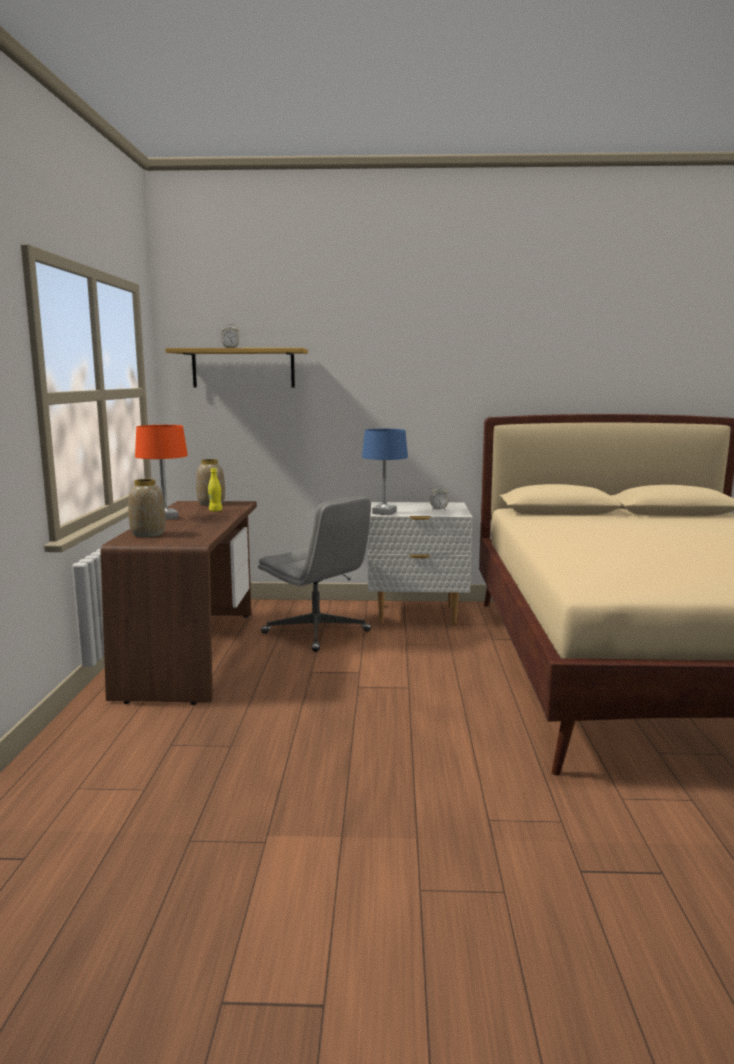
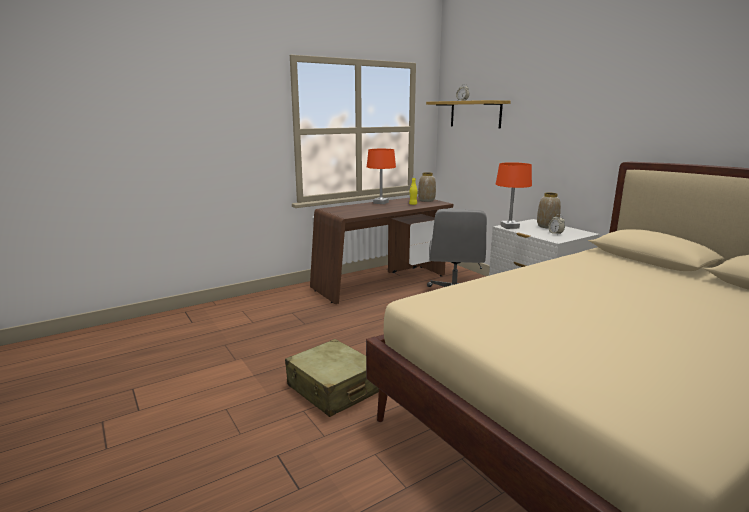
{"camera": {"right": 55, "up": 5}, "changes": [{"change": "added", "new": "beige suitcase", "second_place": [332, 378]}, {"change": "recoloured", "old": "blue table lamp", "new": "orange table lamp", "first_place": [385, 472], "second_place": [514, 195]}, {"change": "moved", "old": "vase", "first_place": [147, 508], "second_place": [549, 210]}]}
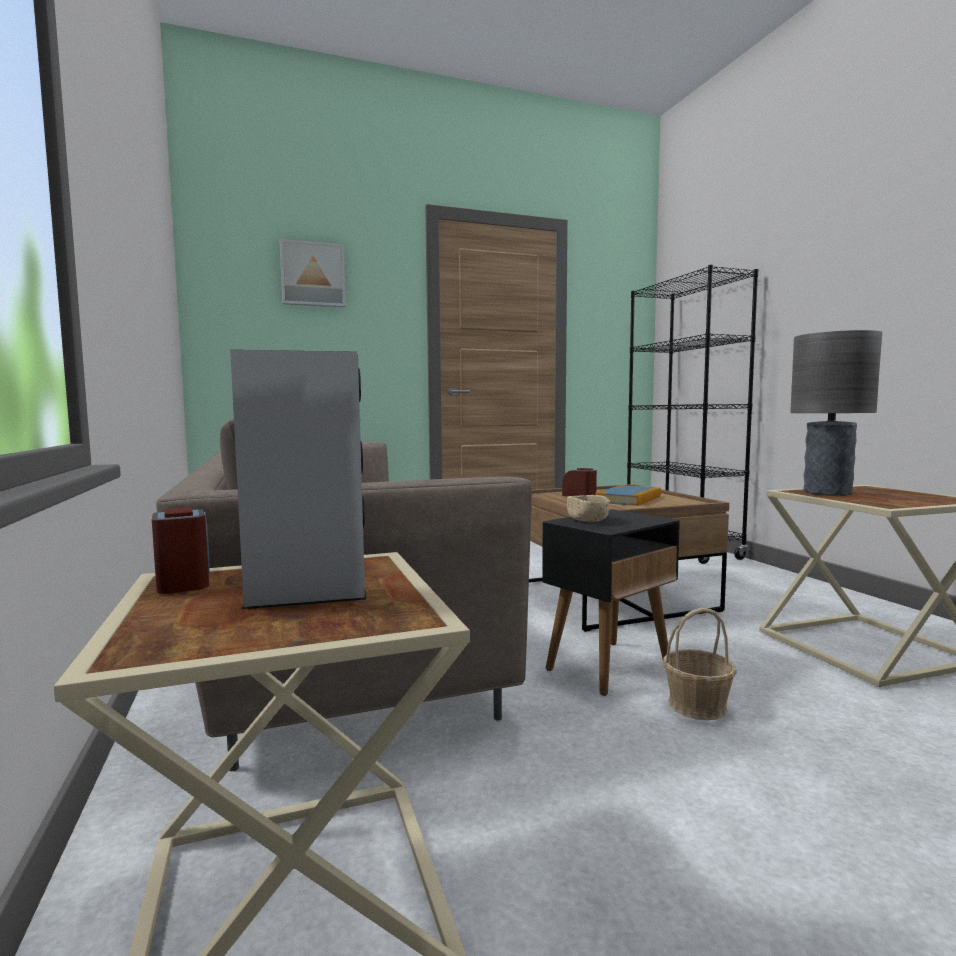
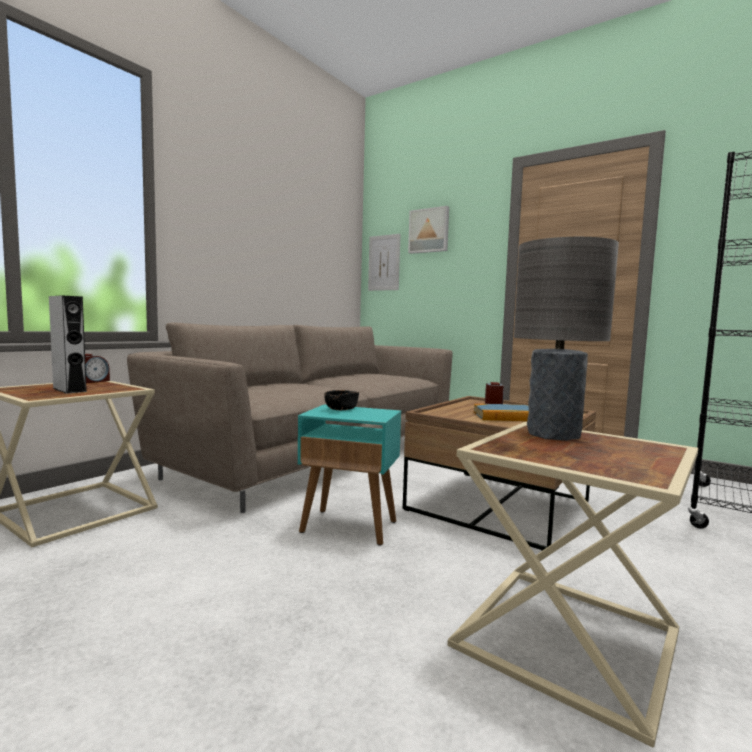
{"camera": {"right": 55, "up": 0}, "changes": [{"change": "recoloured", "old": "black side table", "new": "turquoise side table", "first_place": [611, 602], "second_place": [349, 475]}, {"change": "recoloured", "old": "beige bowl", "new": "black bowl", "first_place": [588, 508], "second_place": [341, 400]}, {"change": "added", "new": "picture", "second_place": [384, 262]}, {"change": "removed", "old": "basket", "first_place": [700, 664]}]}
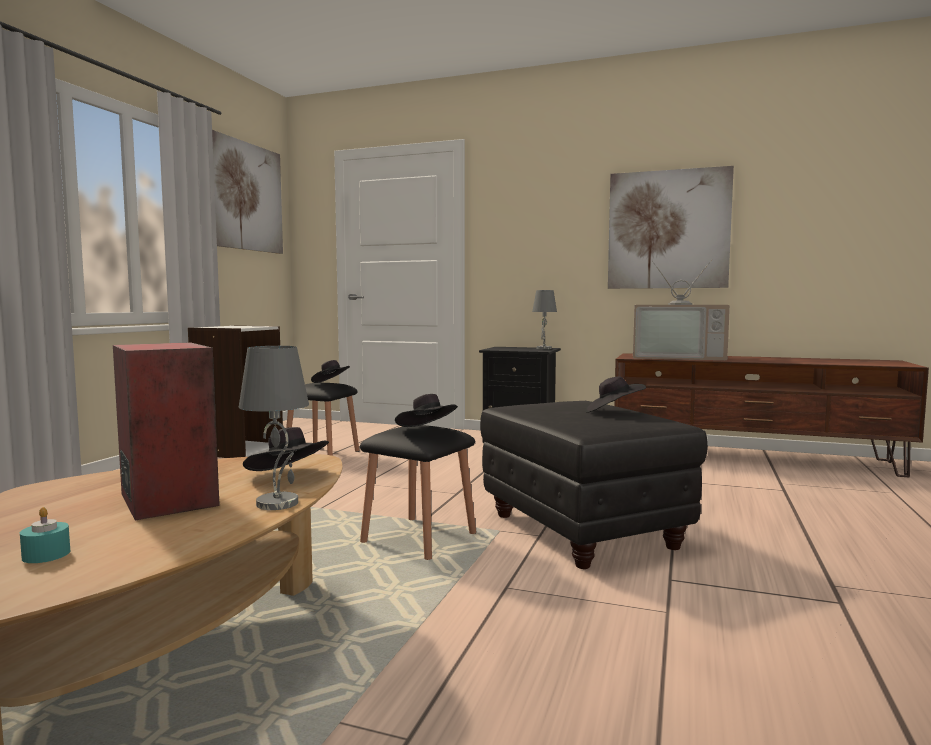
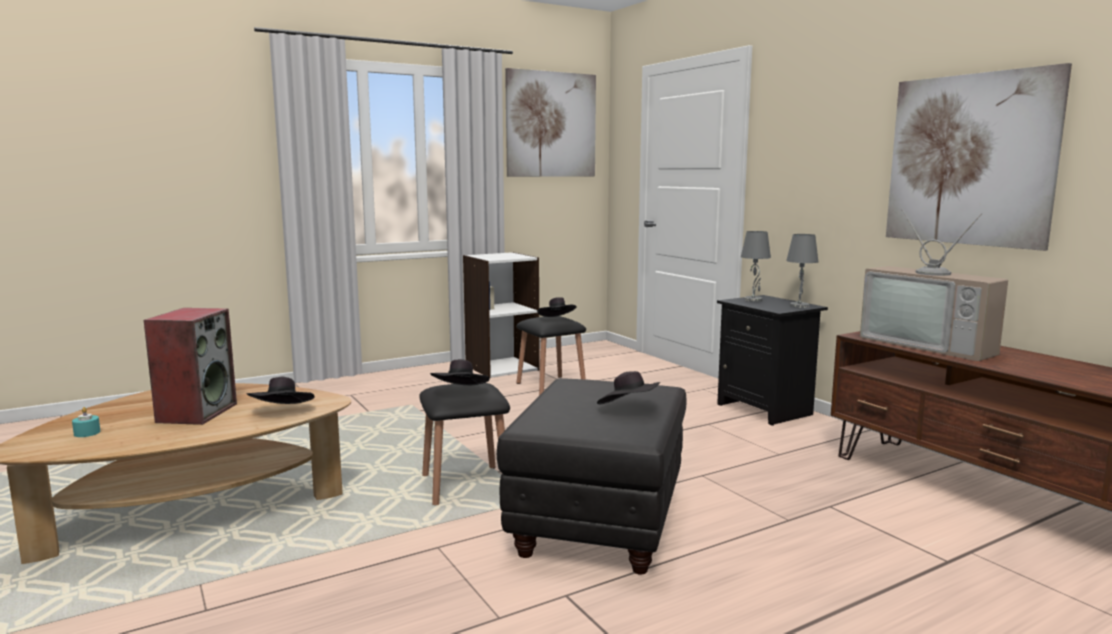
{"camera": {"right": 40, "up": 5}, "changes": [{"change": "moved", "old": "grey table lamp", "first_place": [274, 428], "second_place": [756, 266]}]}
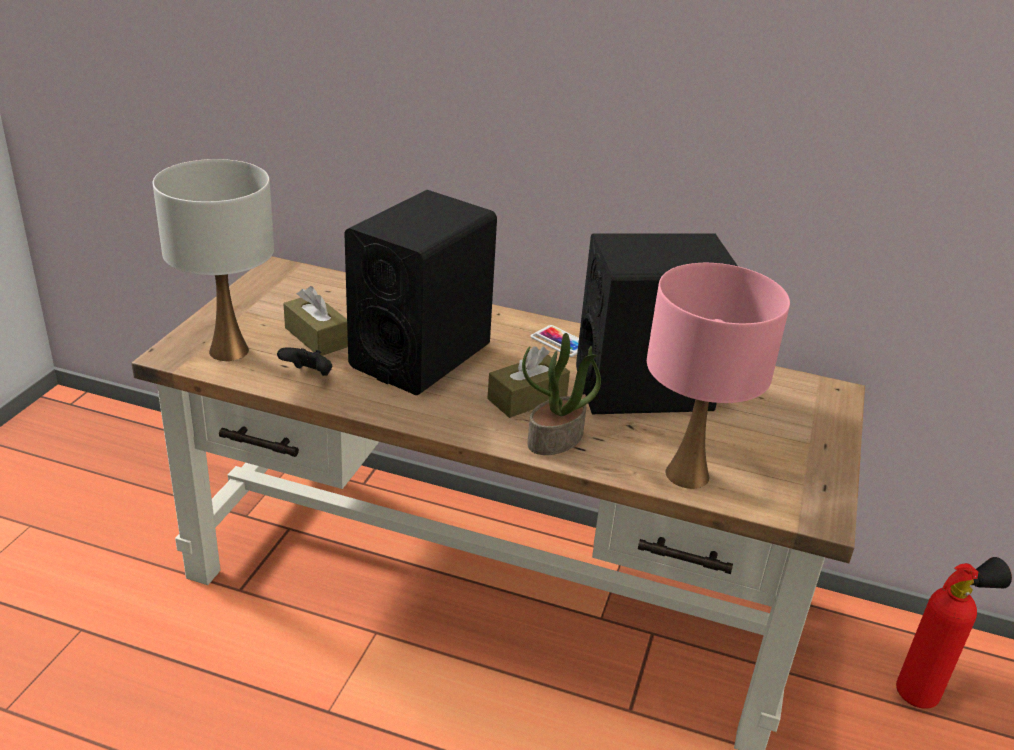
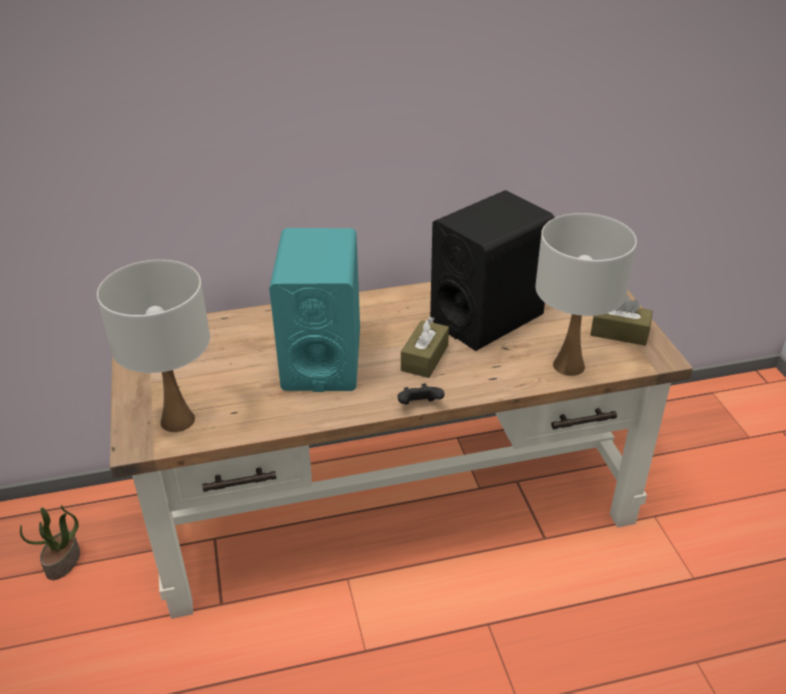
{"camera": {"right": -30, "up": 5}, "changes": [{"change": "moved", "old": "potted plant", "first_place": [561, 394], "second_place": [50, 542]}, {"change": "recoloured", "old": "black speaker", "new": "turquoise speaker", "first_place": [420, 292], "second_place": [314, 310]}, {"change": "moved", "old": "black game controller", "first_place": [304, 361], "second_place": [421, 394]}, {"change": "recoloured", "old": "pink table lamp", "new": "white table lamp", "first_place": [718, 376], "second_place": [586, 294]}, {"change": "moved", "old": "brown tissue box", "first_place": [315, 321], "second_place": [622, 320]}, {"change": "removed", "old": "phone", "first_place": [555, 341]}, {"change": "removed", "old": "fire extinguisher", "first_place": [954, 633]}]}
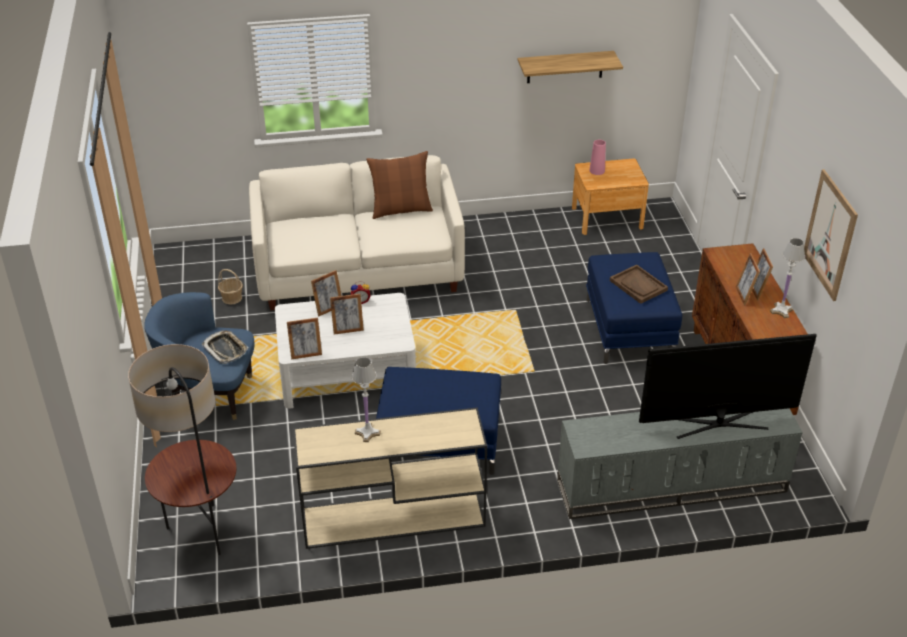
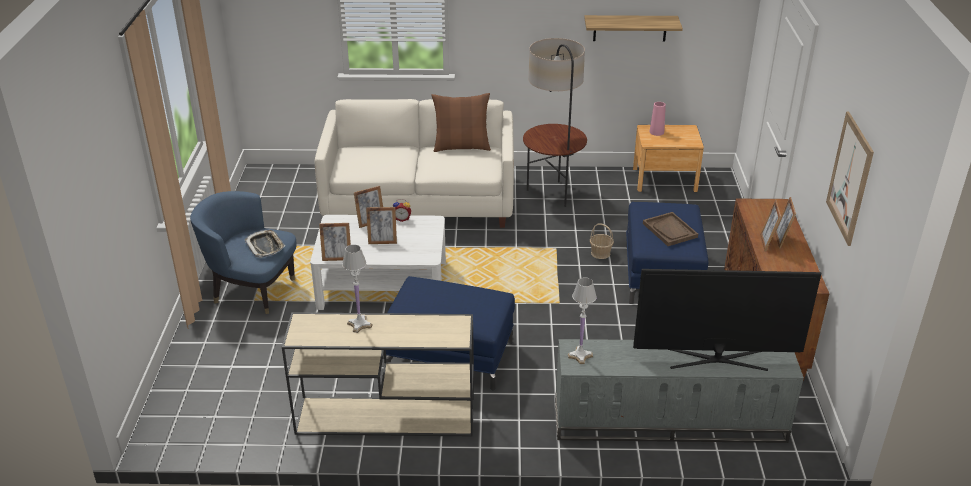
{"camera": {"right": 10, "up": -5}, "changes": [{"change": "moved", "old": "floor lamp", "first_place": [182, 449], "second_place": [555, 122]}, {"change": "moved", "old": "white table lamp", "first_place": [787, 278], "second_place": [582, 320]}, {"change": "moved", "old": "basket", "first_place": [230, 287], "second_place": [602, 241]}]}
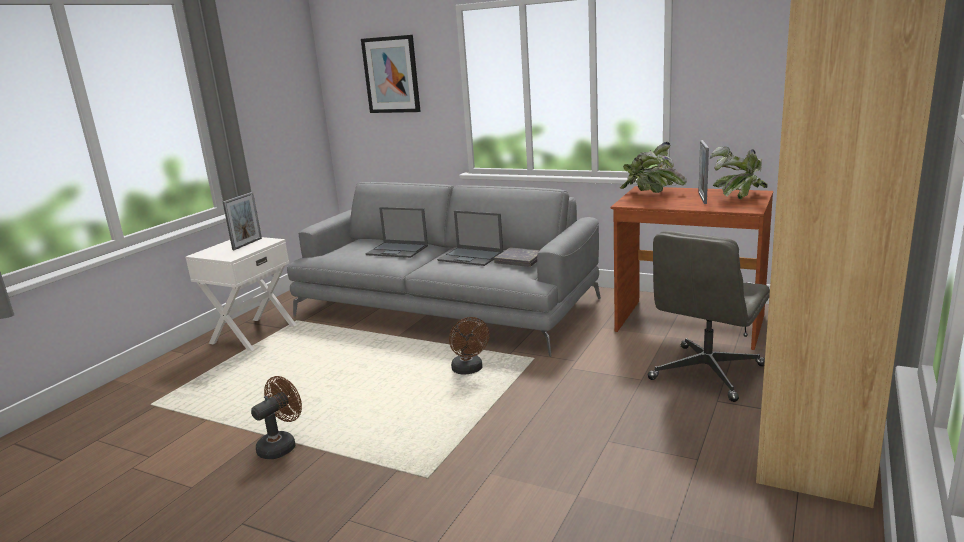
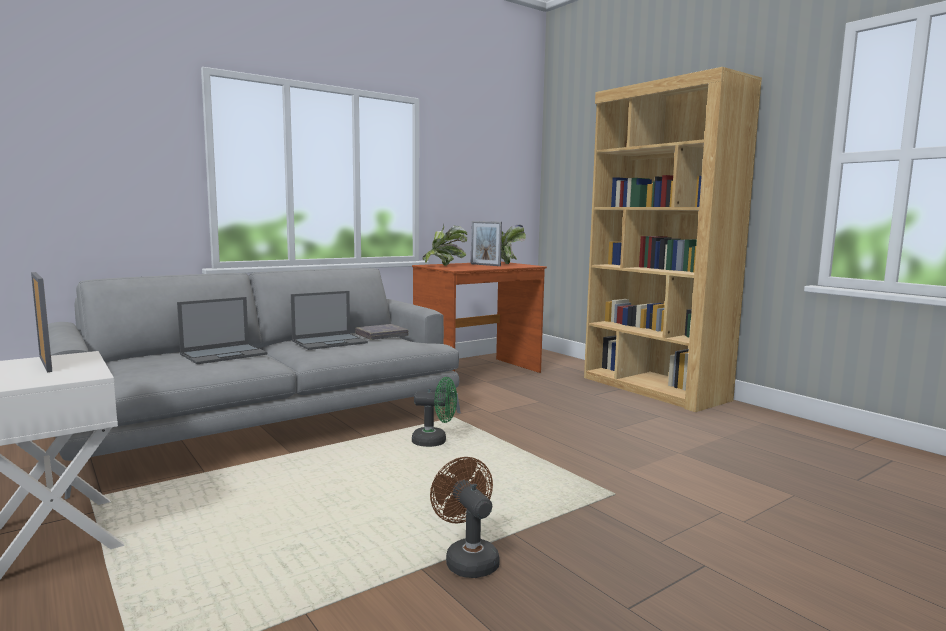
{"camera": {"right": -65, "up": -10}, "changes": [{"change": "recoloured", "old": "brown fan", "new": "green fan", "first_place": [469, 345], "second_place": [434, 412]}, {"change": "removed", "old": "picture", "first_place": [391, 74]}, {"change": "removed", "old": "grey office chair", "first_place": [708, 316]}]}
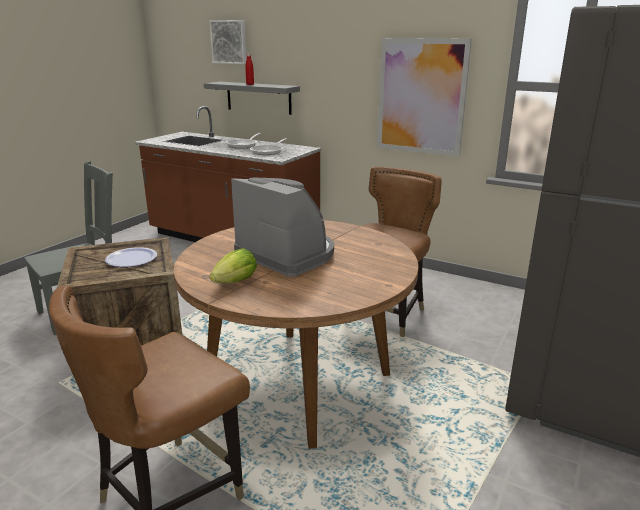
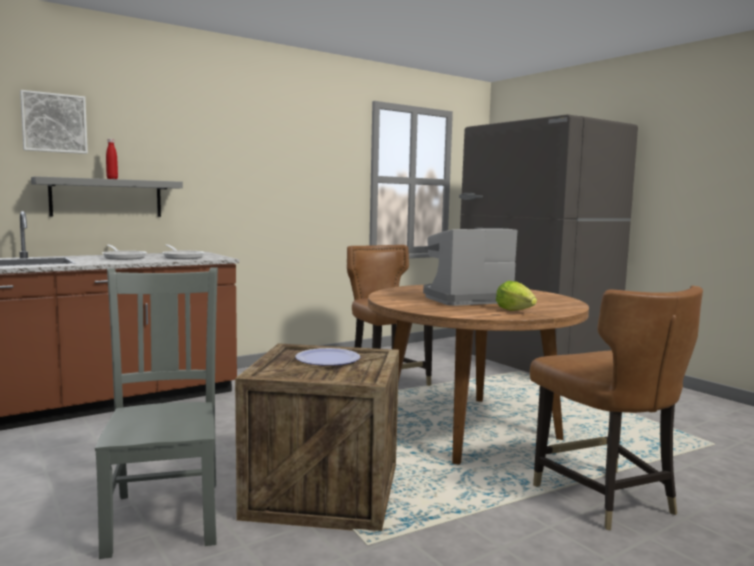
{"camera": {"right": -65, "up": -15}, "changes": [{"change": "removed", "old": "picture", "first_place": [424, 97]}]}
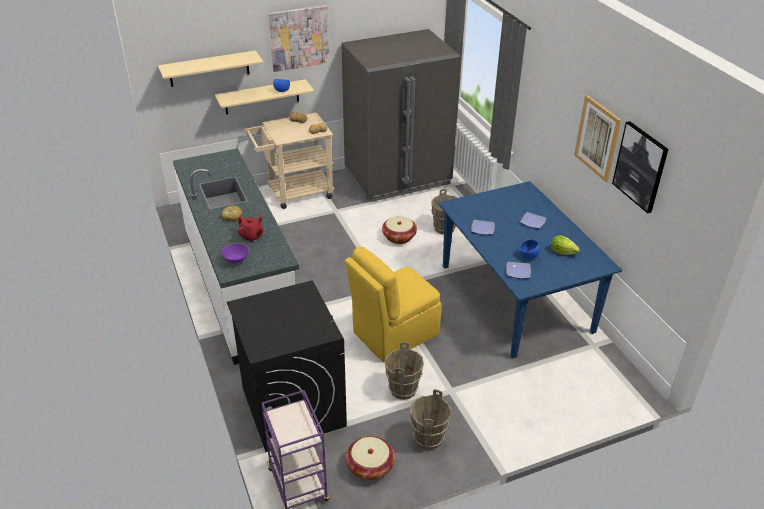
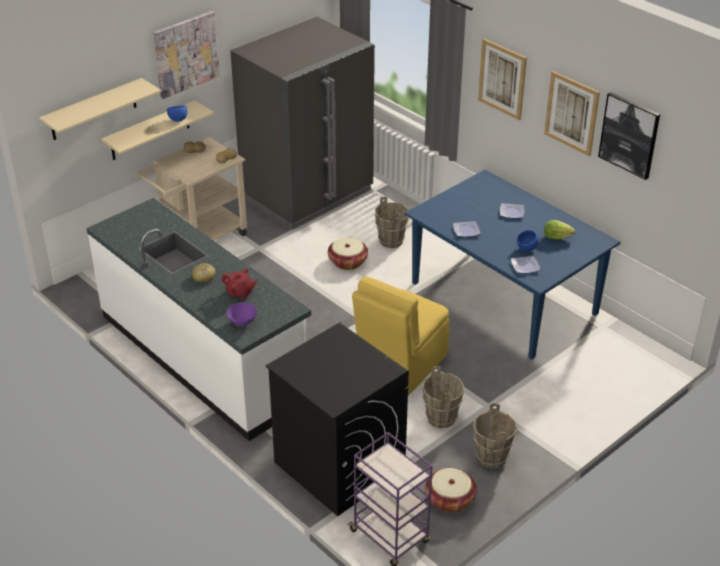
{"camera": {"right": -20, "up": 0}, "changes": [{"change": "added", "new": "picture", "second_place": [502, 79]}]}
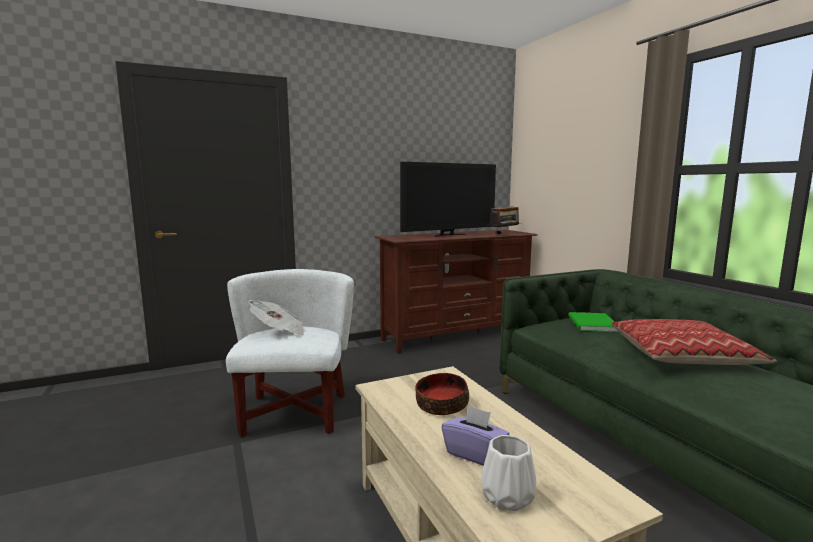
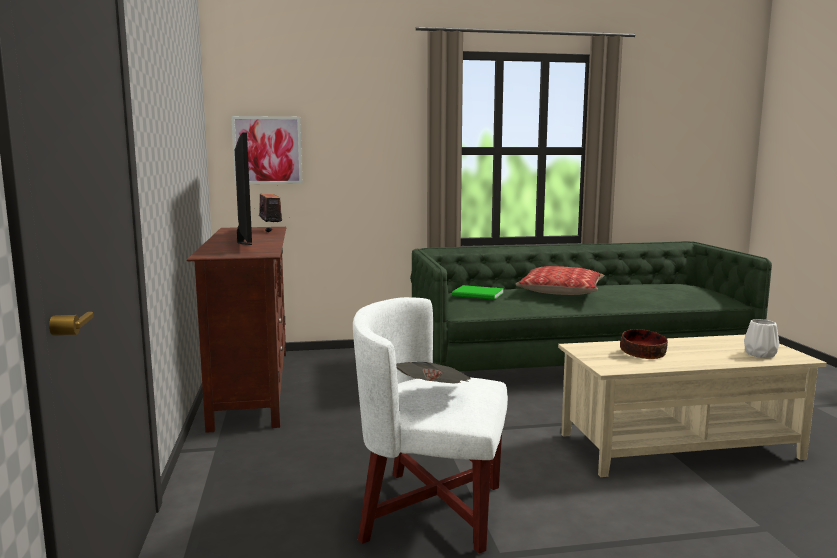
{"camera": {"right": -75, "up": 0}, "changes": [{"change": "added", "new": "picture", "second_place": [267, 150]}, {"change": "removed", "old": "purple tissue box", "first_place": [475, 436]}]}
